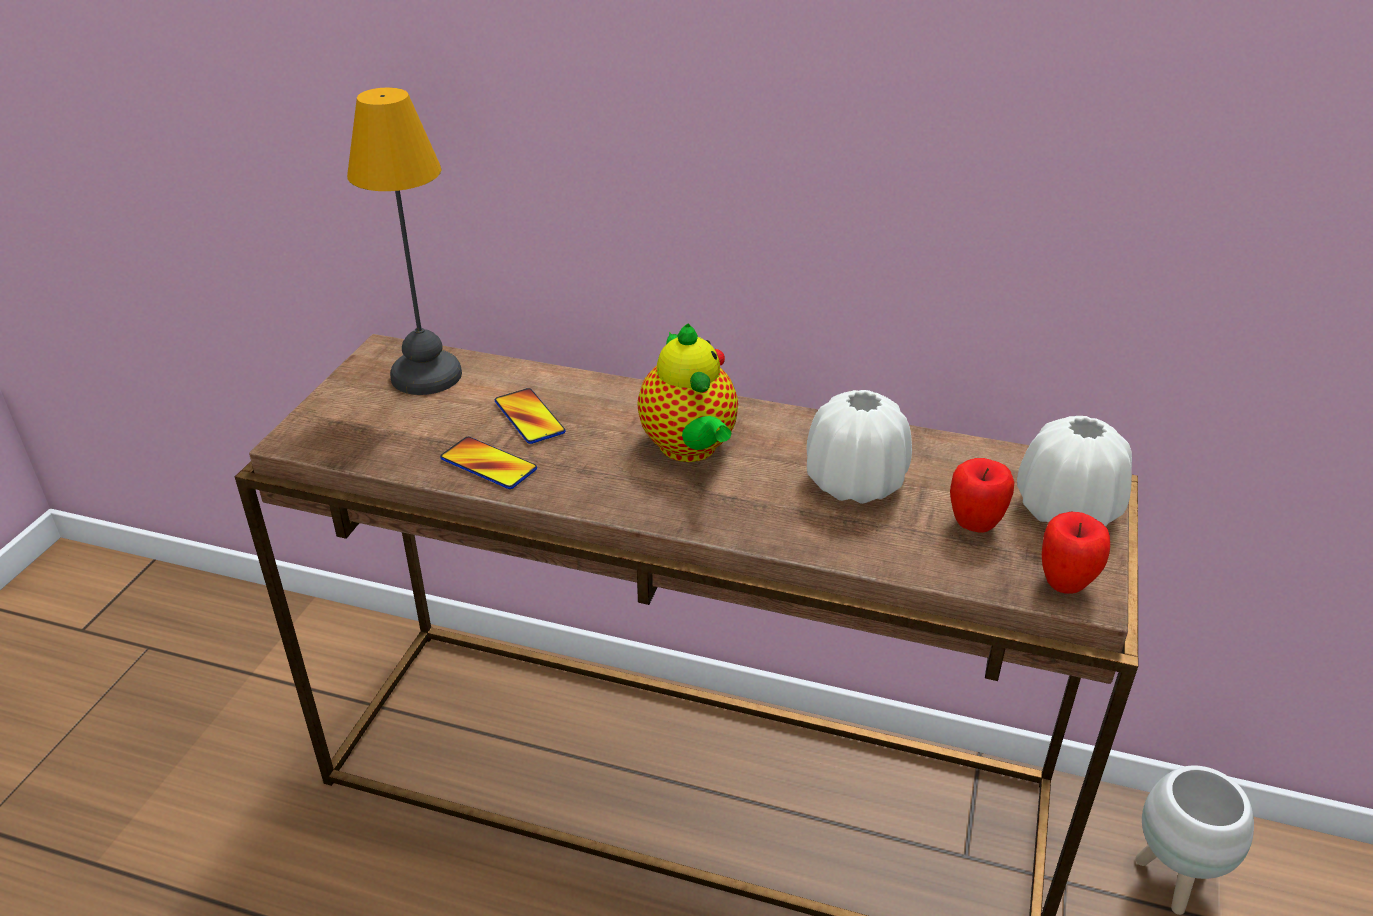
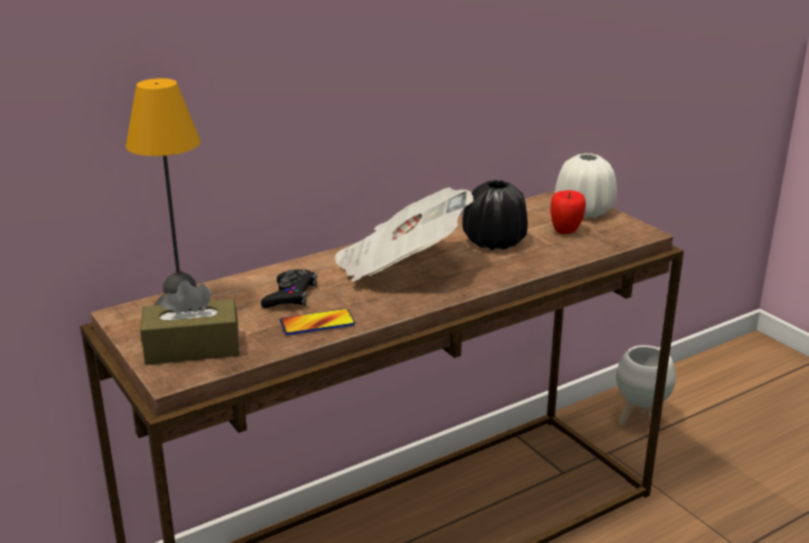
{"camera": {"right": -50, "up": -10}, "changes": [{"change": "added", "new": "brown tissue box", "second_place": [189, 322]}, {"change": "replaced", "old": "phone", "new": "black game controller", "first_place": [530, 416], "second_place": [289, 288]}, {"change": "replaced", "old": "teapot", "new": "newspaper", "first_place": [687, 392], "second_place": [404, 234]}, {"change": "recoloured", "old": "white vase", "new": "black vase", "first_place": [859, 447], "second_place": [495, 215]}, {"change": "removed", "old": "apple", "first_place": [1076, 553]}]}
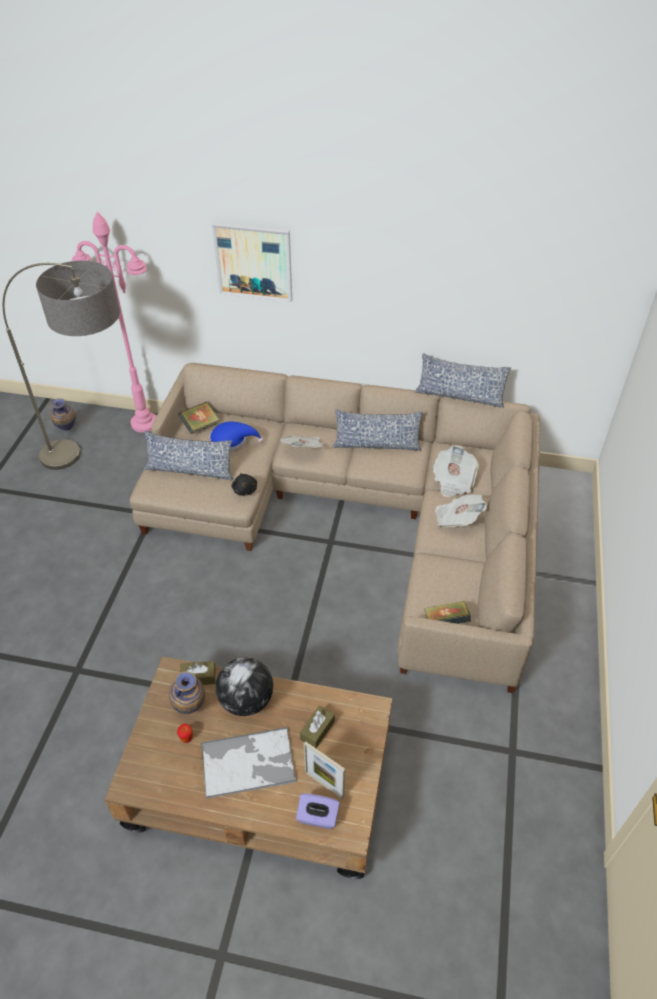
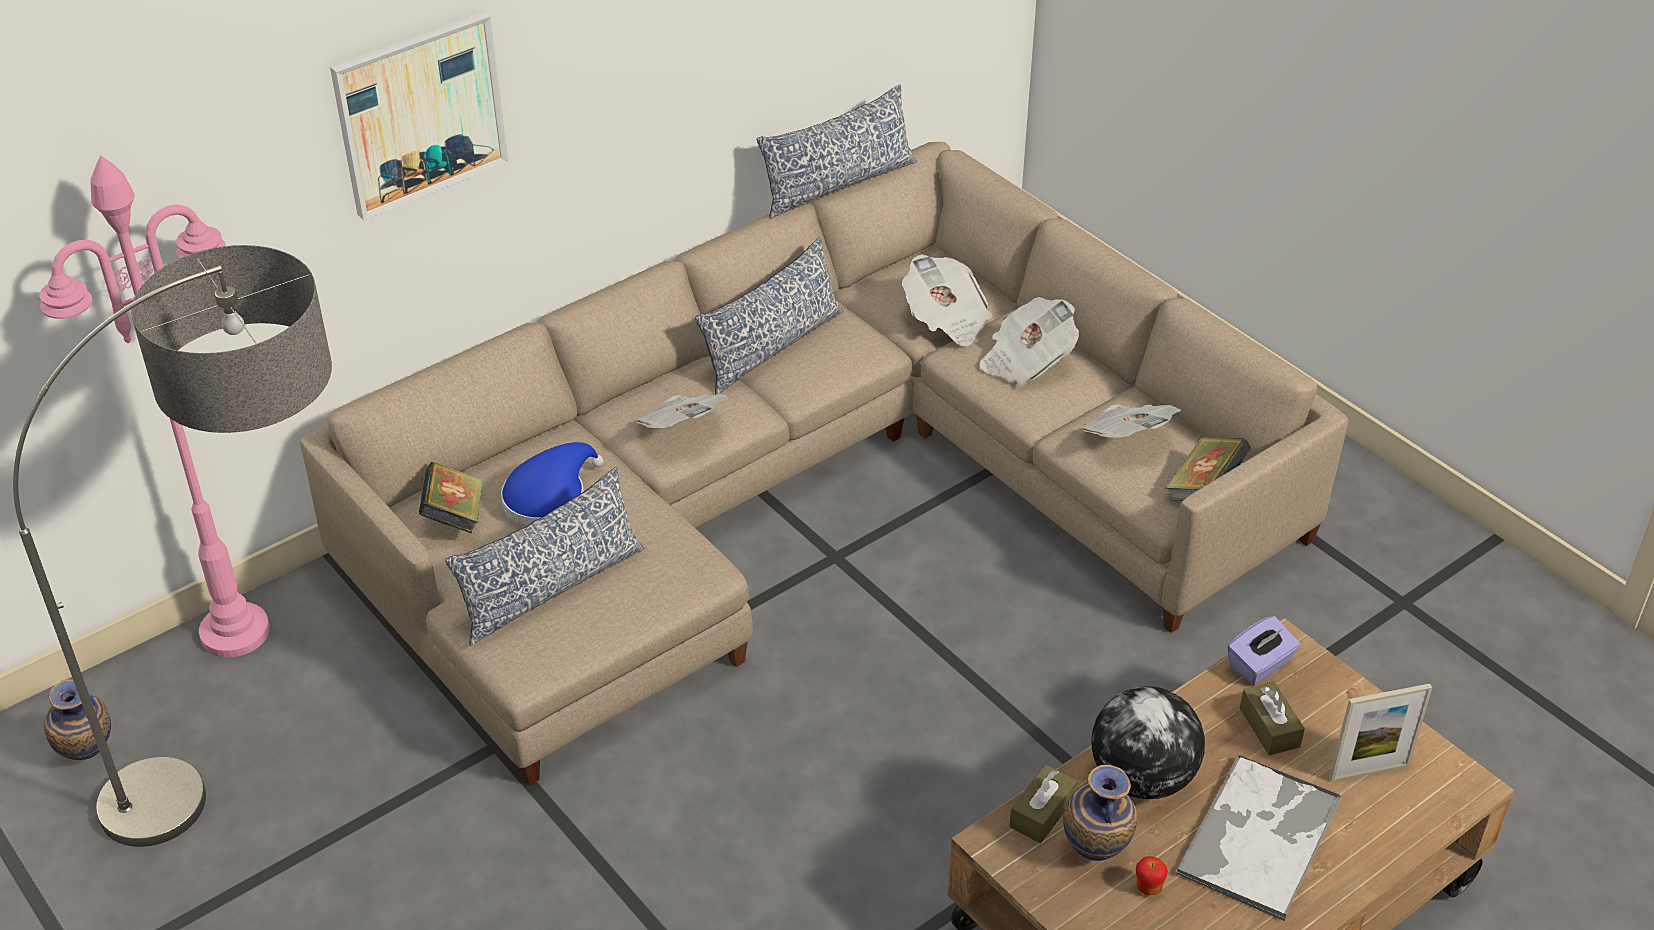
{"camera": {"right": -50, "up": -5}, "changes": [{"change": "added", "new": "newspaper", "second_place": [1130, 421]}, {"change": "moved", "old": "purple tissue box", "first_place": [318, 811], "second_place": [1264, 650]}, {"change": "removed", "old": "black plush toy", "first_place": [244, 484]}]}
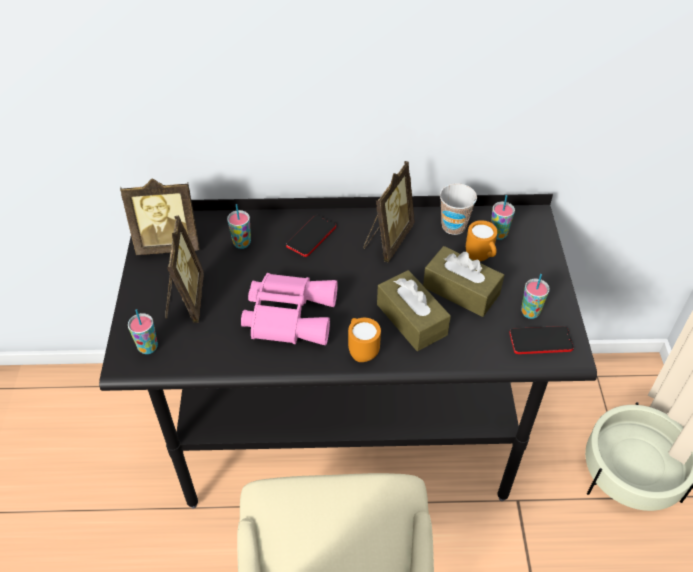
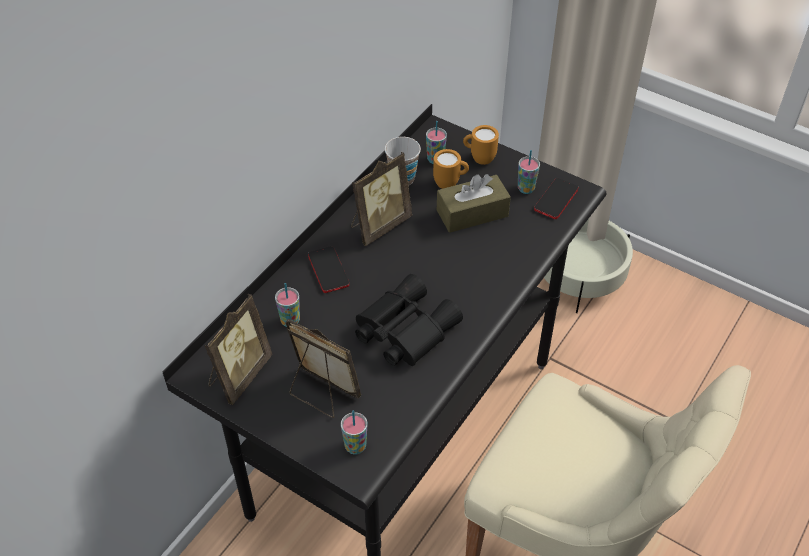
{"camera": {"right": -55, "up": 0}, "changes": [{"change": "turned", "old": "picture frame", "first_place": [389, 211], "second_place": [381, 199], "degrees": 75}, {"change": "recoloured", "old": "pink binoculars", "new": "black binoculars", "first_place": [289, 309], "second_place": [409, 320]}, {"change": "moved", "old": "orange mug", "first_place": [364, 340], "second_place": [481, 145]}, {"change": "removed", "old": "brown tissue box", "first_place": [414, 310]}]}
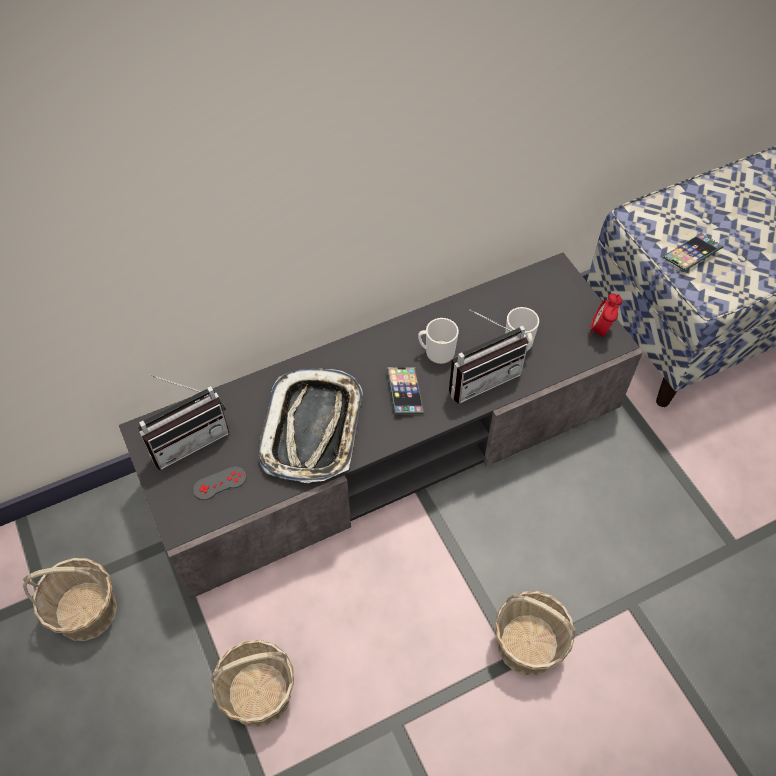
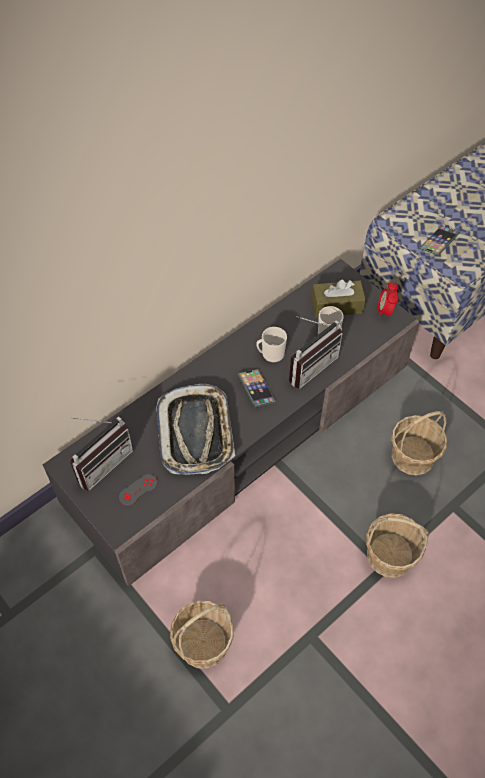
{"camera": {"right": -15, "up": 0}, "changes": [{"change": "added", "new": "brown tissue box", "second_place": [338, 298]}, {"change": "moved", "old": "basket", "first_place": [70, 599], "second_place": [419, 443]}]}
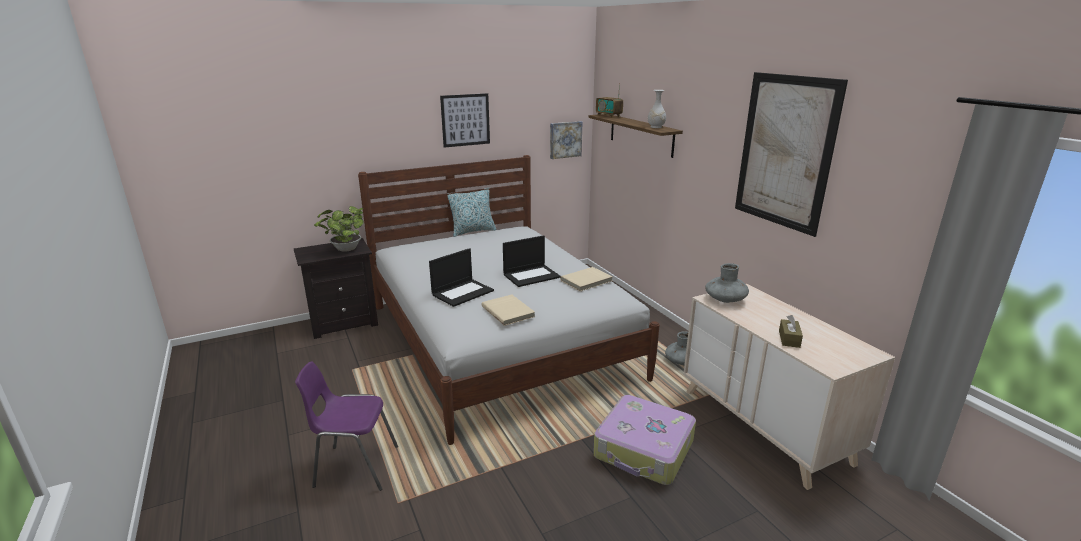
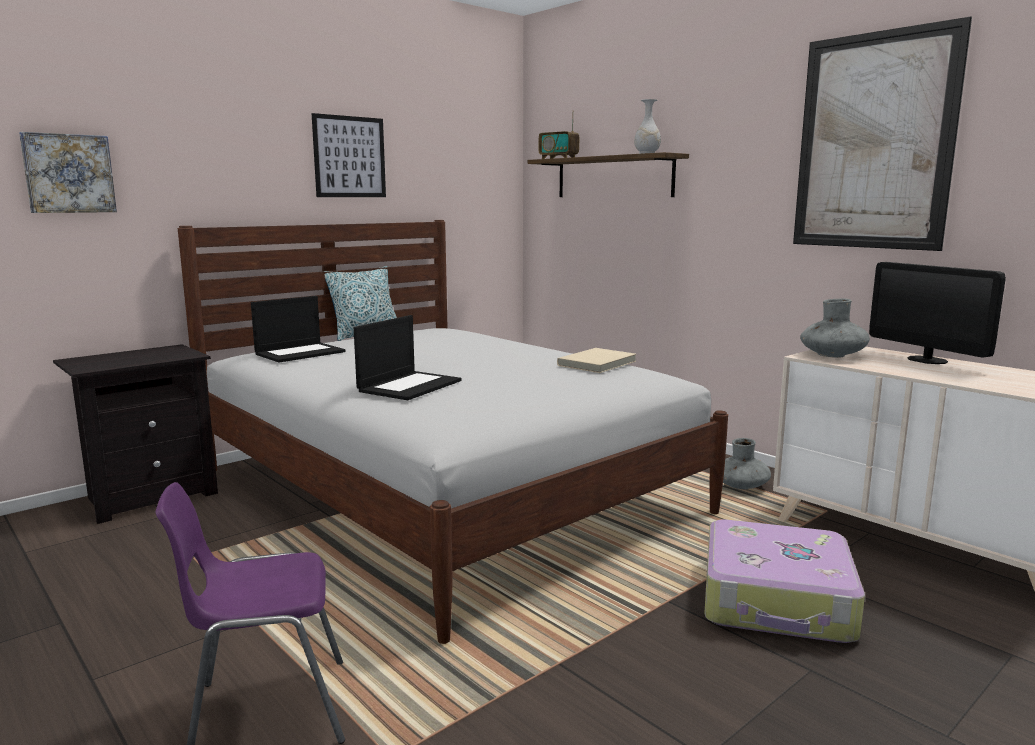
{"camera": {"right": -15, "up": -10}, "changes": [{"change": "moved", "old": "picture", "first_place": [566, 140], "second_place": [68, 172]}, {"change": "moved", "old": "laptop", "first_place": [532, 261], "second_place": [298, 329]}, {"change": "added", "new": "monitor", "second_place": [937, 313]}, {"change": "removed", "old": "potted plant", "first_place": [339, 229]}, {"change": "removed", "old": "beige book", "first_place": [508, 310]}, {"change": "removed", "old": "brown tissue box", "first_place": [791, 331]}]}
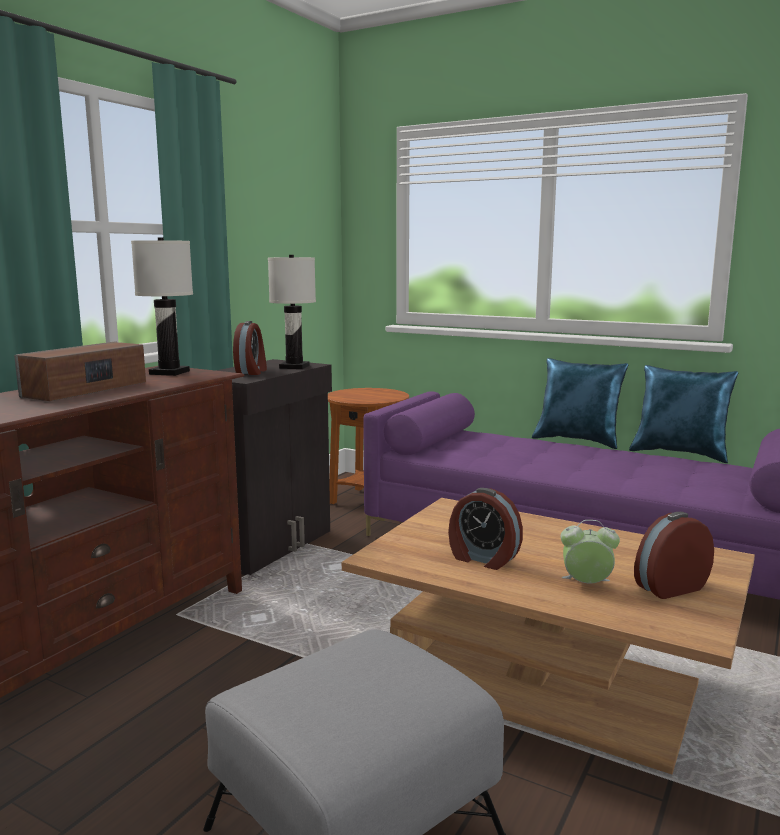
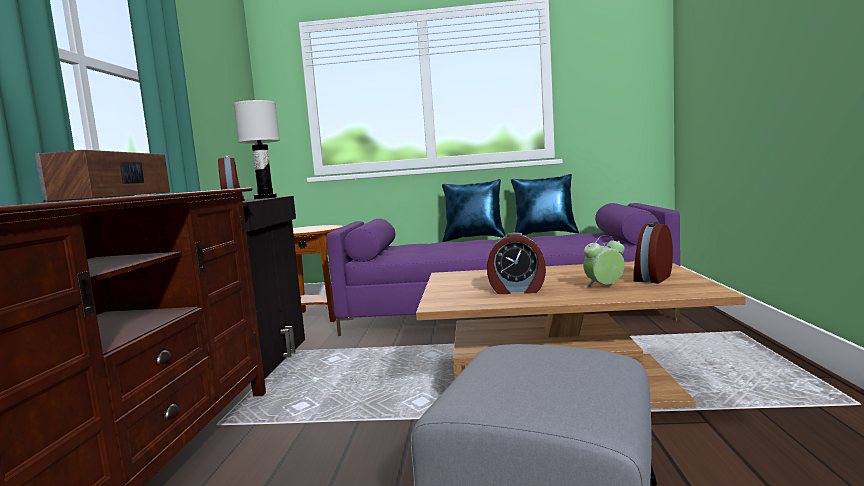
{"camera": {"right": -25, "up": -5}, "changes": [{"change": "removed", "old": "white table lamp", "first_place": [162, 306]}]}
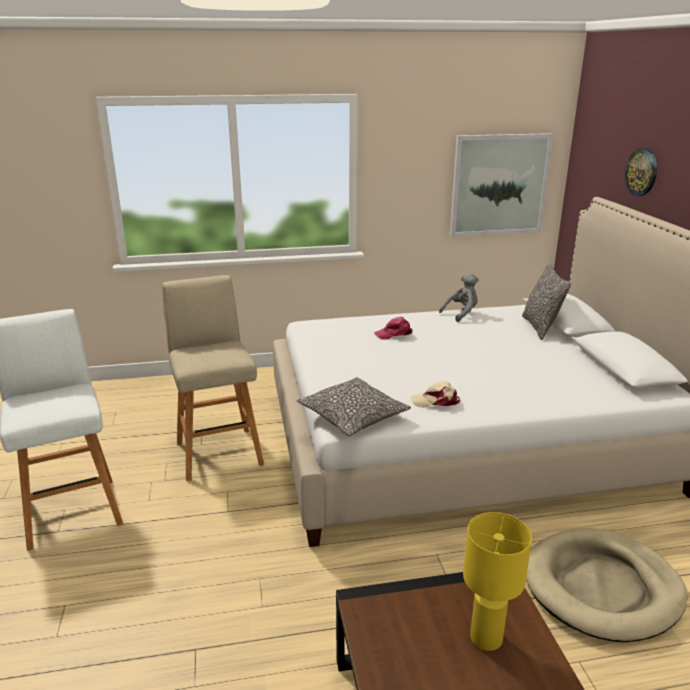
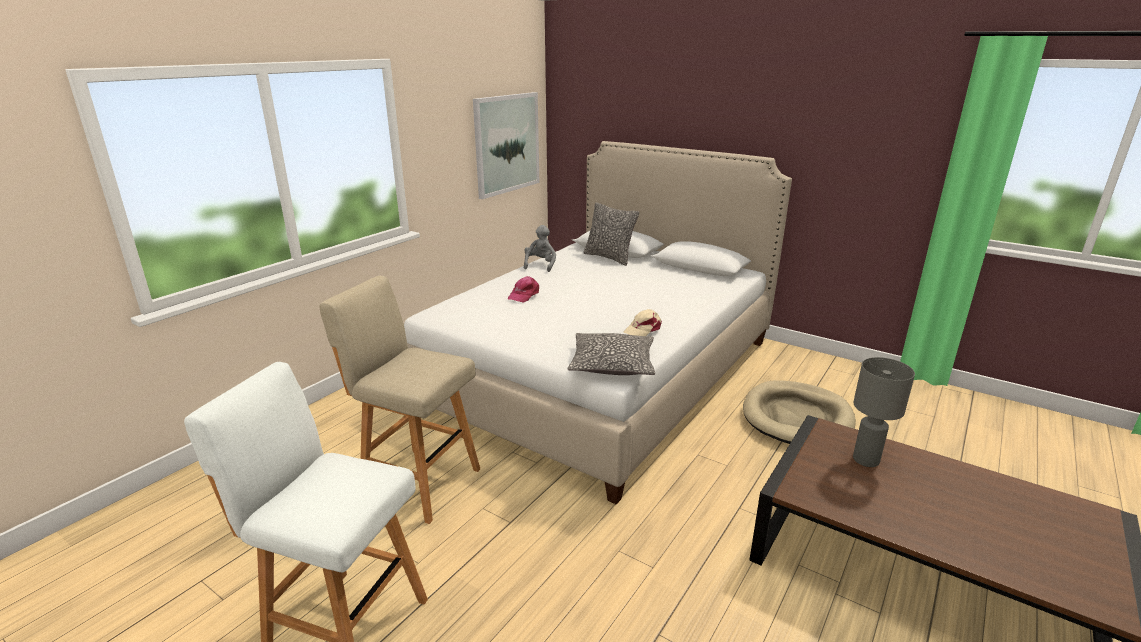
{"camera": {"right": -45, "up": 0}, "changes": [{"change": "recoloured", "old": "yellow table lamp", "new": "grey table lamp", "first_place": [497, 581], "second_place": [884, 412]}, {"change": "removed", "old": "wall clock", "first_place": [641, 172]}]}
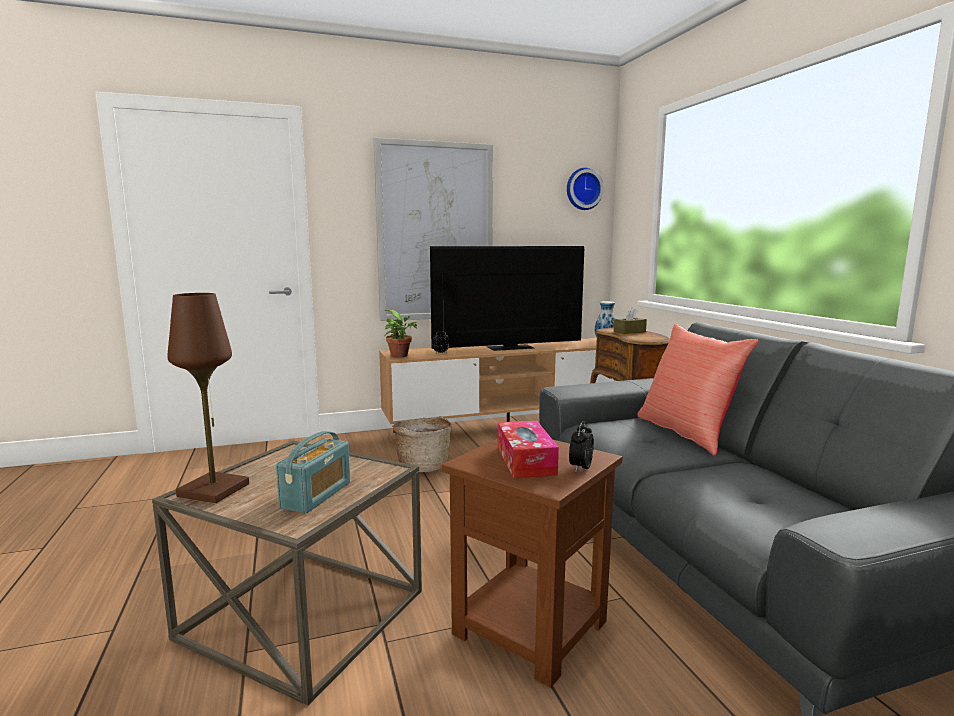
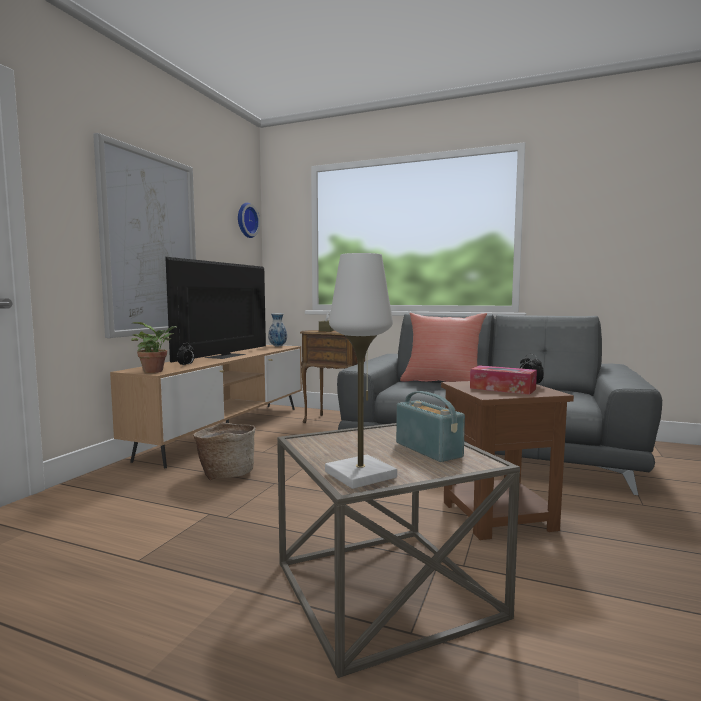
{"camera": {"right": -50, "up": -5}, "changes": [{"change": "recoloured", "old": "brown table lamp", "new": "white table lamp", "first_place": [208, 398], "second_place": [361, 371]}]}
